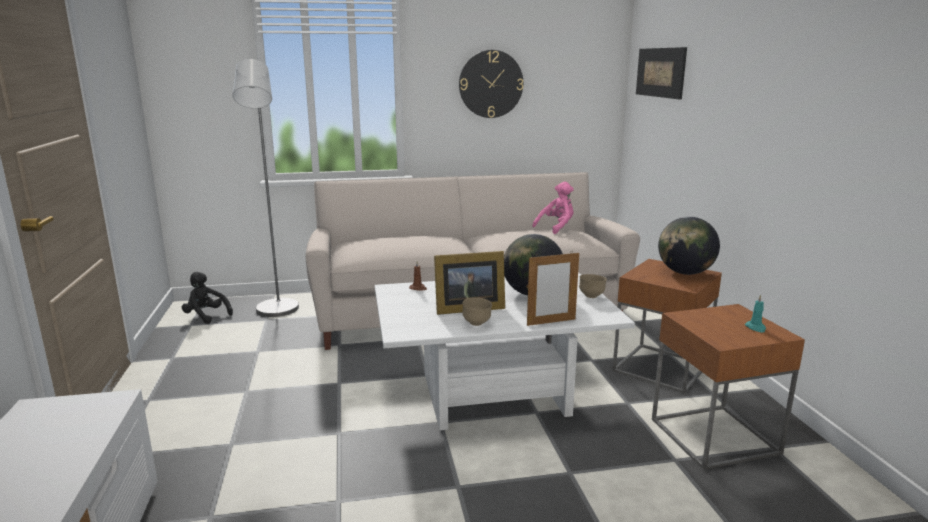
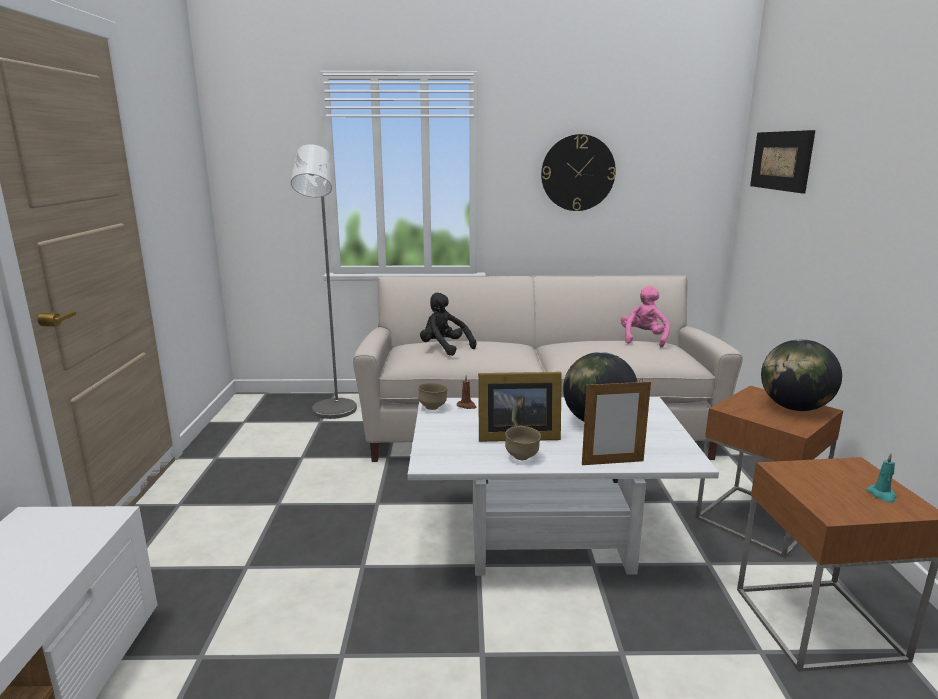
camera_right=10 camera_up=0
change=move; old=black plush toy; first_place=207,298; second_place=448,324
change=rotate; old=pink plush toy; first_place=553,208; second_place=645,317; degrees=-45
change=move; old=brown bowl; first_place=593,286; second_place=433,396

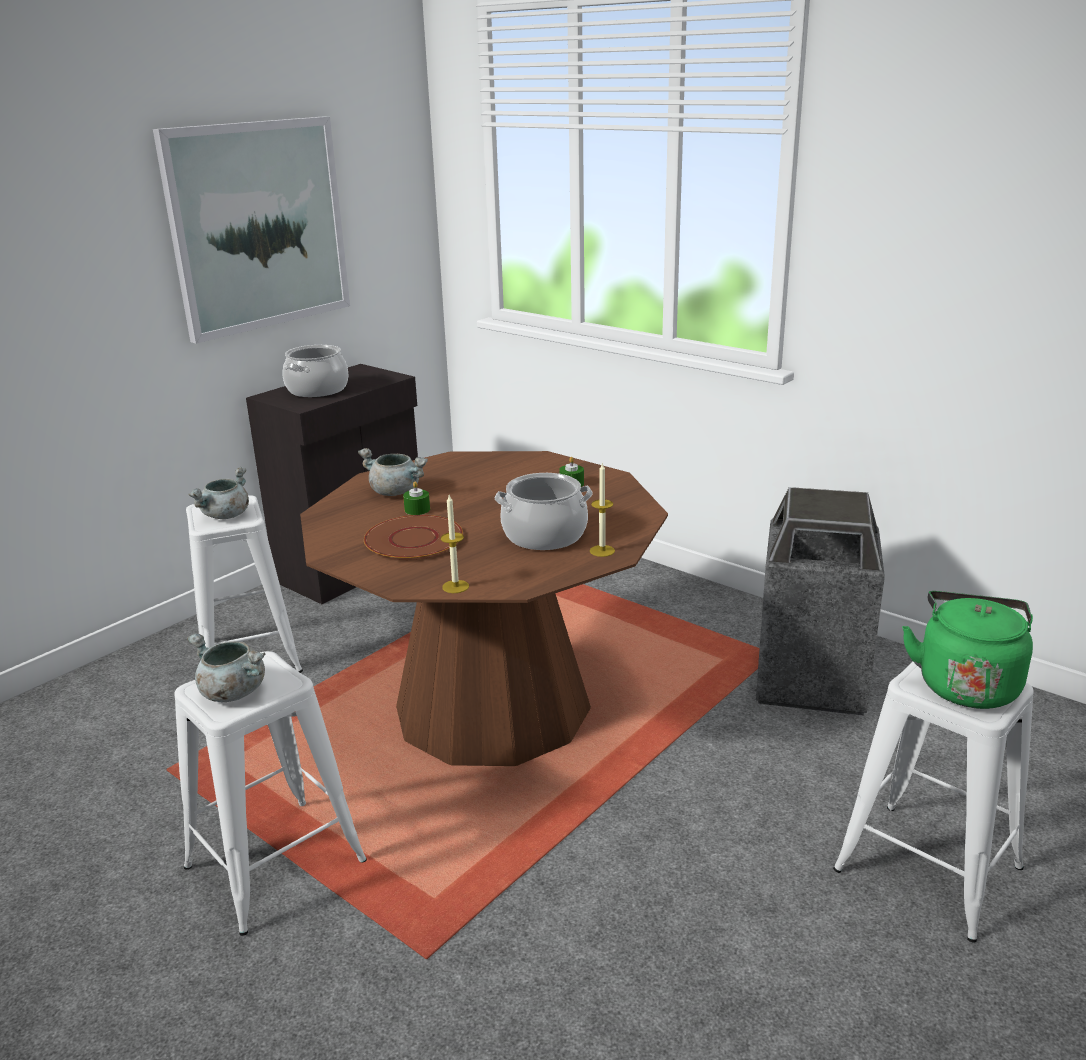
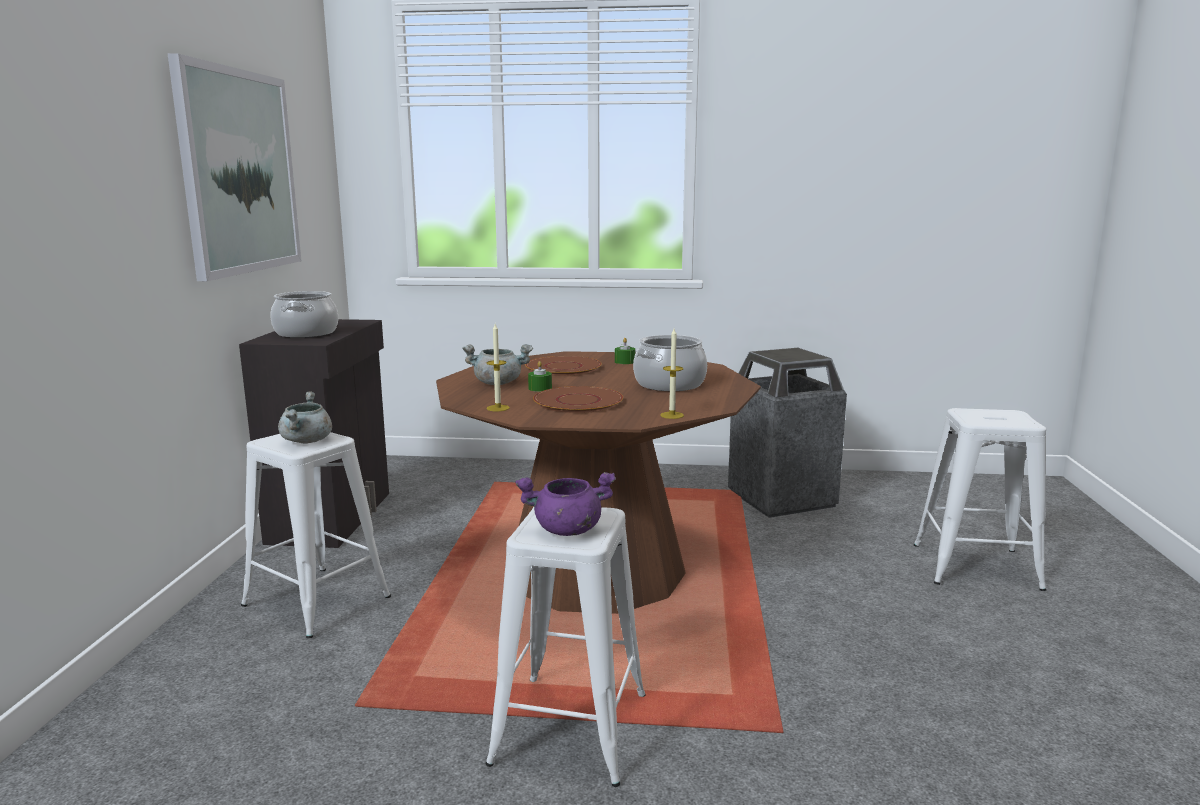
camera_right=-35 camera_up=-10
change=recolor; old=grey cooking pot; new=purple cooking pot; first_place=226,667; second_place=565,504
change=move; old=candle; first_place=602,510; second_place=498,367
change=delete; old=green kettle; first_place=967,650
change=insert; new=brown plate; second_place=563,366

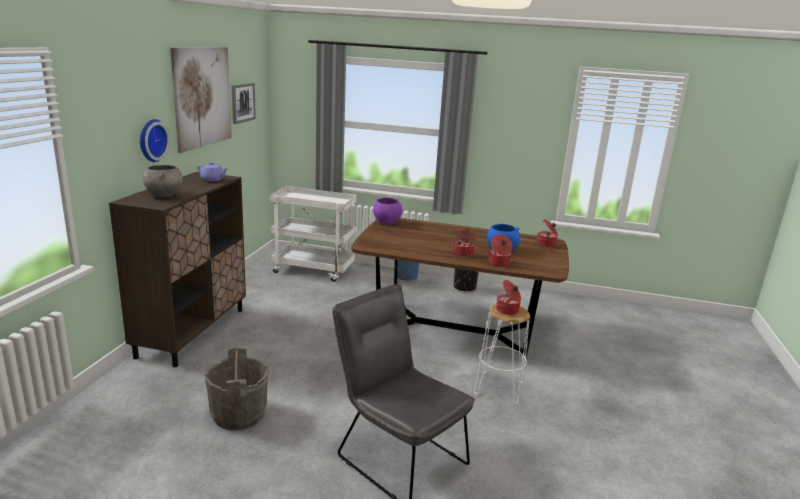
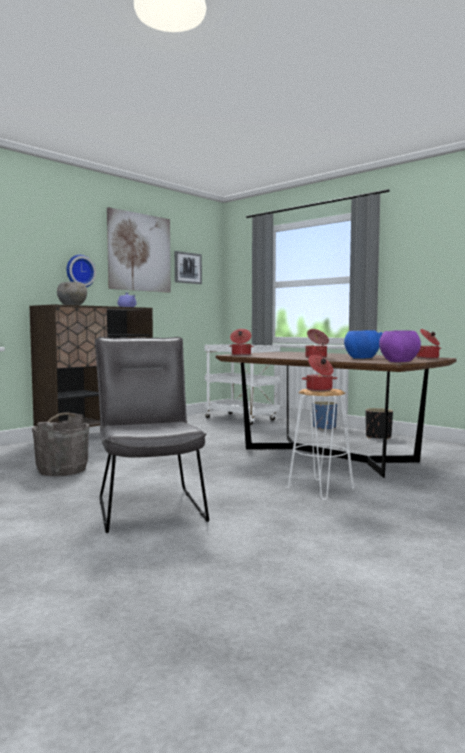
camera_right=30 camera_up=-15
change=move; old=purple bowl; first_place=388,211; second_place=400,346
change=move; old=cooking pot; first_place=500,251; second_place=242,342

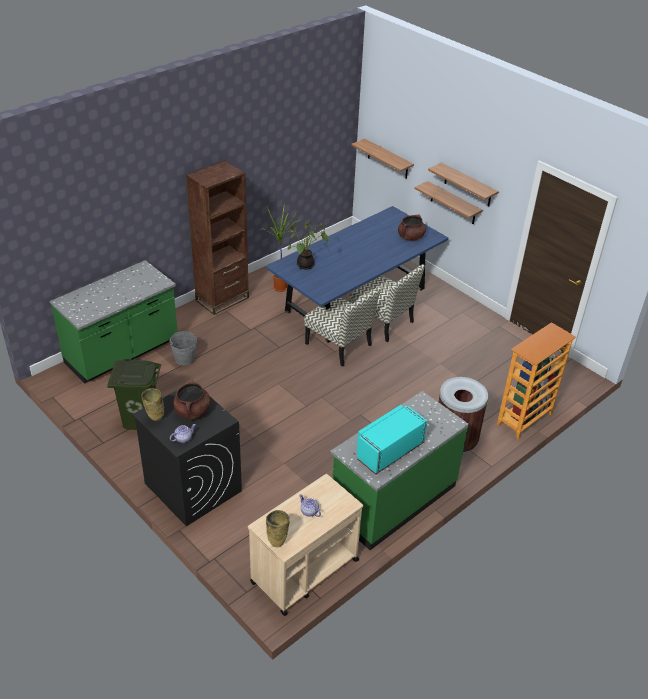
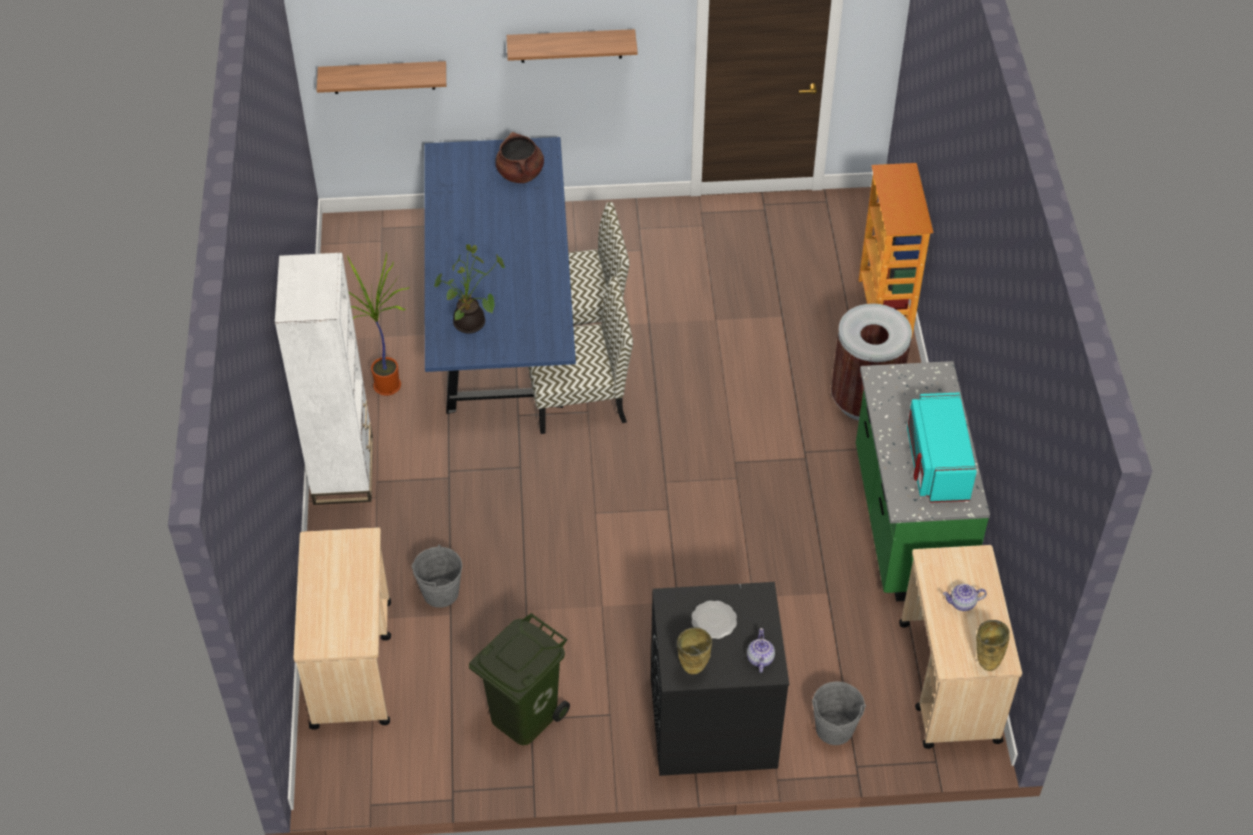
camera_right=-50 camera_up=10
change=replace; old=green counter; new=beige cart; first_place=114,321; second_place=342,628
change=replace; old=brown cooking pot; new=plate; first_place=191,399; second_place=714,620
change=recolor; old=brown bookcase; new=white bookcase; first_place=217,237; second_place=324,379
change=delete; old=shelf; first_place=448,202
change=insert; new=grey bucket; second_place=839,713

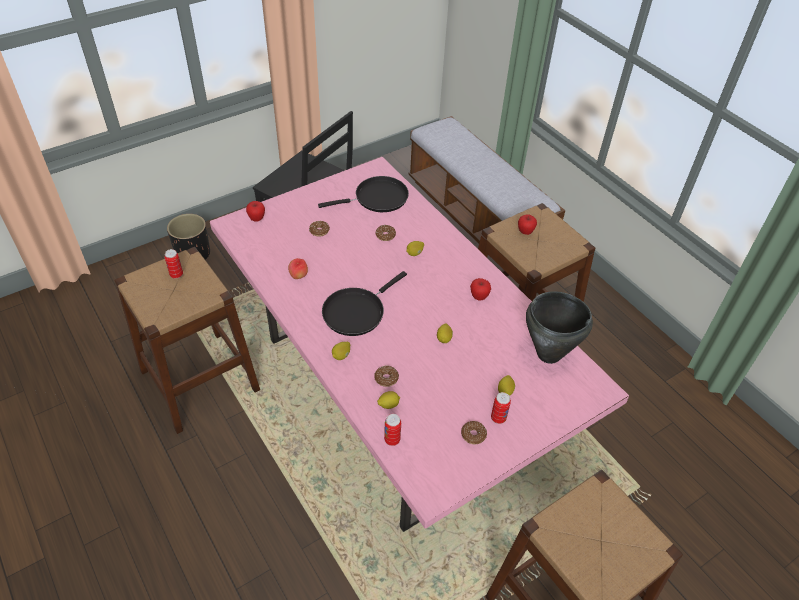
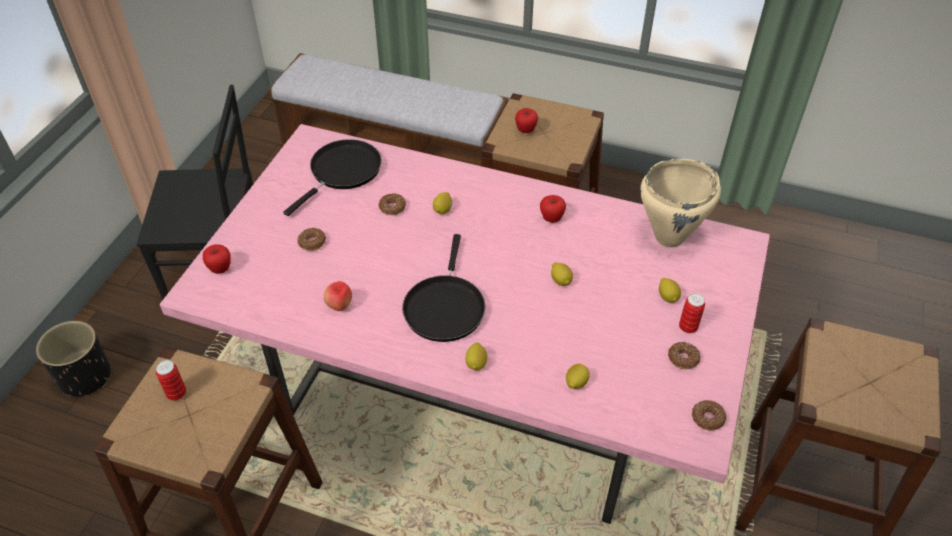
camera_right=-35 camera_up=0
change=move; old=donut; first_place=386,376; second_place=709,415
change=delete; old=can; first_place=392,430
change=recolor; old=black cooking pot; new=beige cooking pot; first_place=559,327; second_place=680,203

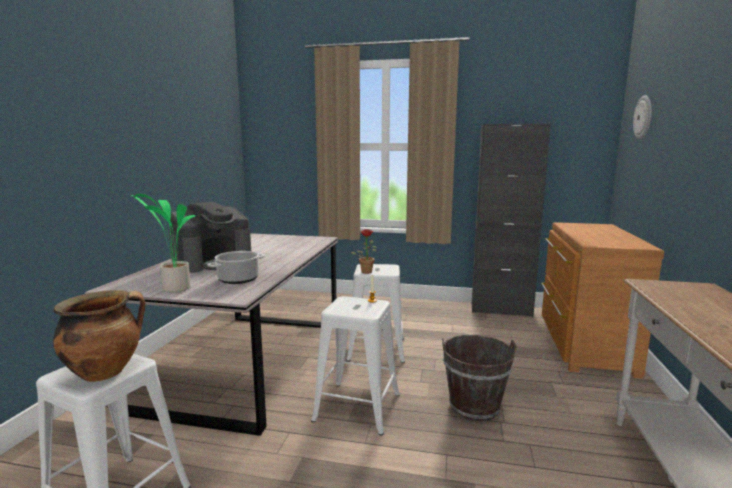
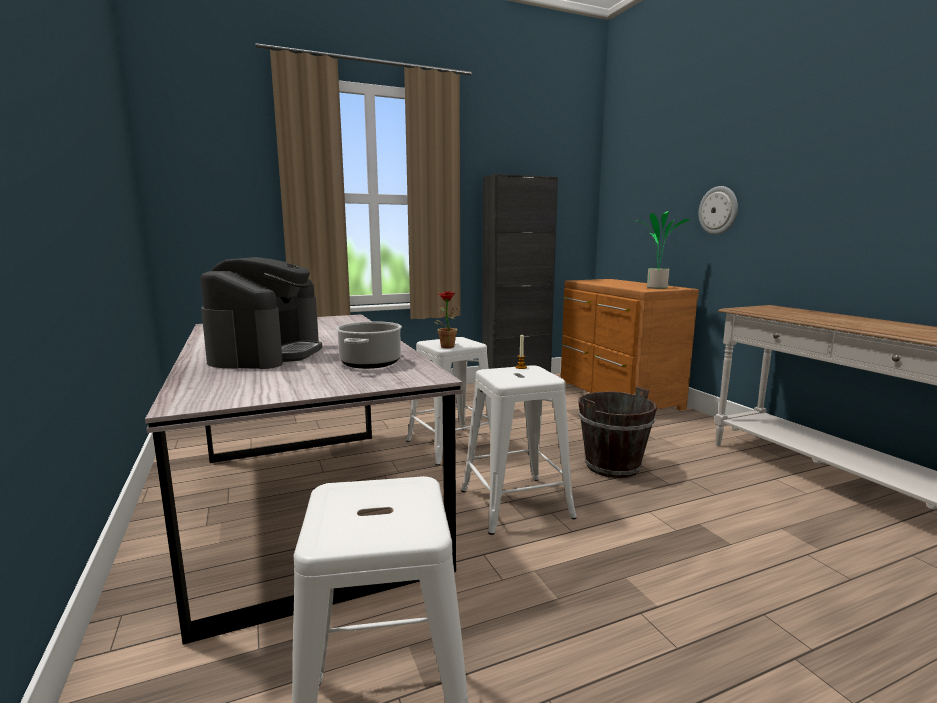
camera_right=-35 camera_up=0
change=delete; old=cooking pot; first_place=99,336
change=move; old=potted plant; first_place=164,243; second_place=662,250
change=move; old=wall clock; first_place=642,117; second_place=718,210

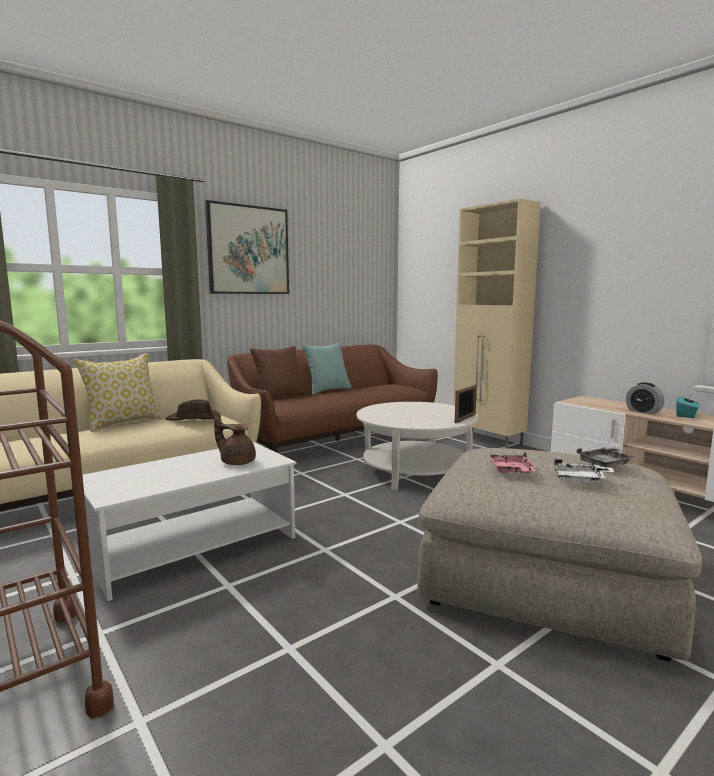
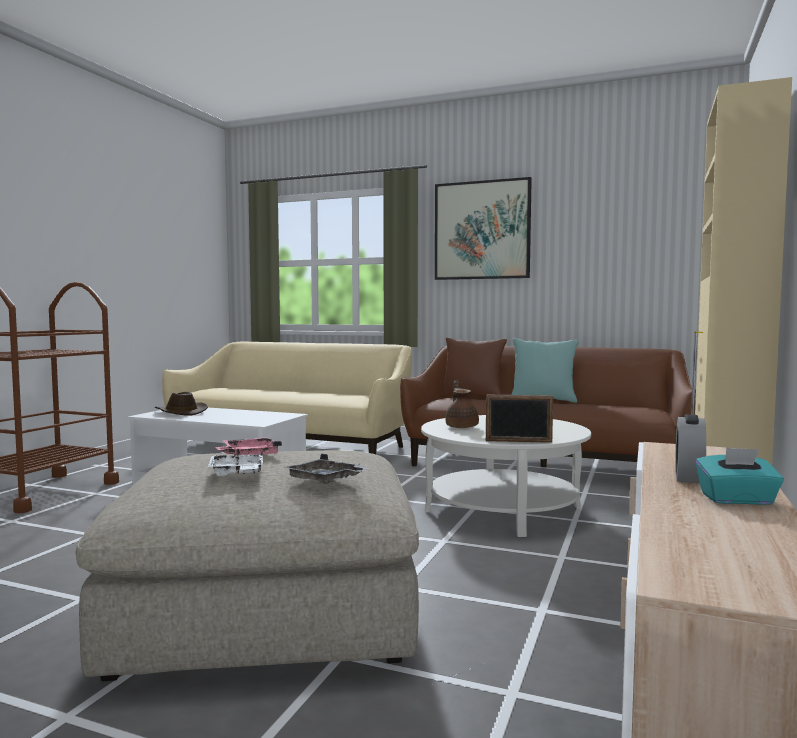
camera_right=60 camera_up=-5
change=delete; old=pillow; first_place=118,392
change=move; old=brown hat; first_place=193,410; second_place=181,404
change=move; old=brown teapot; first_place=235,440; second_place=462,404

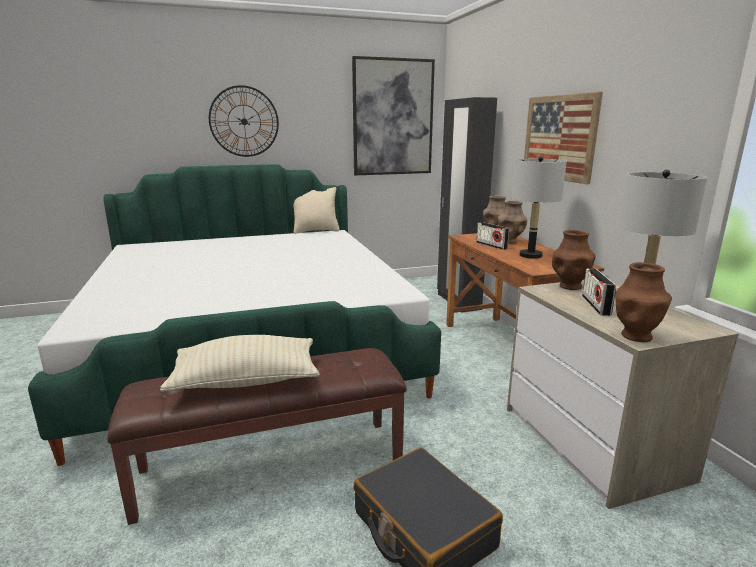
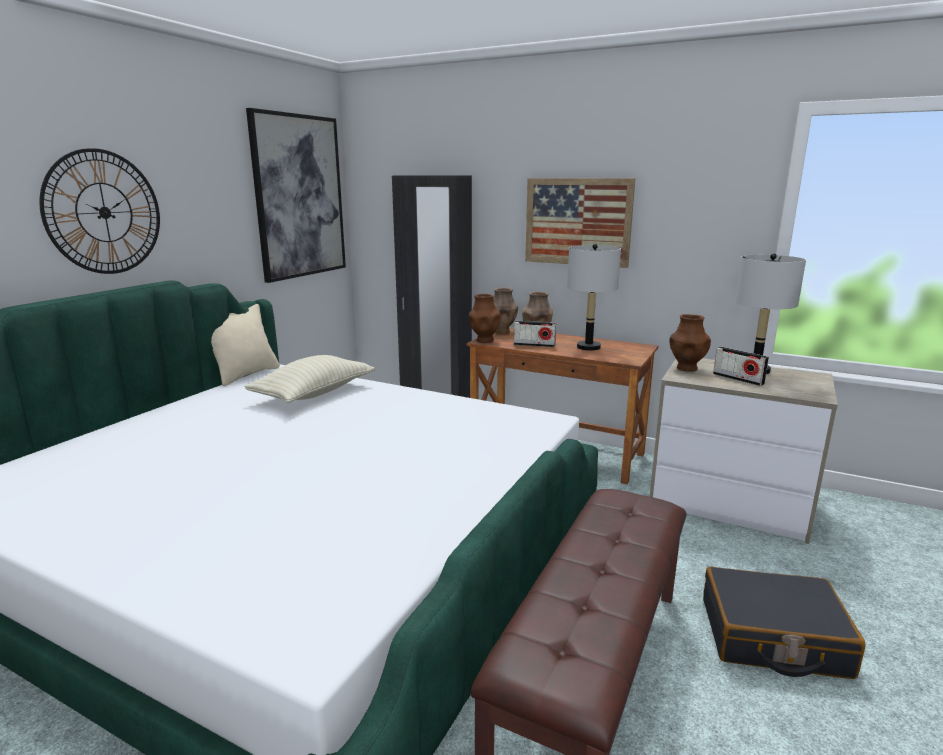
camera_right=-45 camera_up=0
change=move; old=beige pillow; first_place=240,363; second_place=310,379
change=move; old=brown vase; first_place=643,302; second_place=485,318

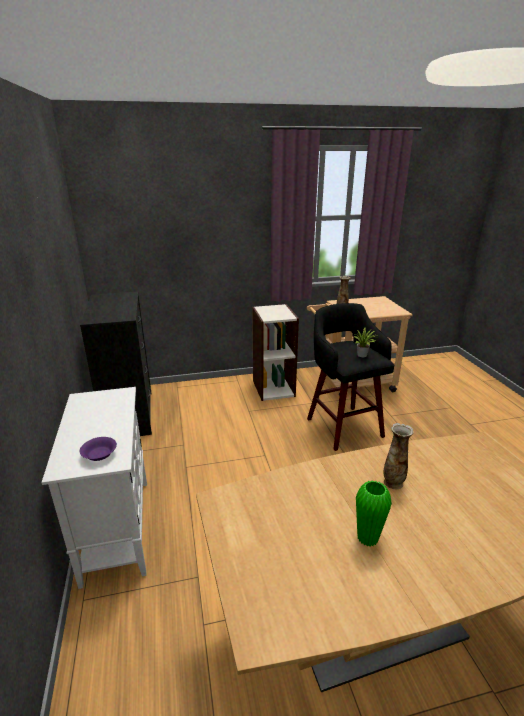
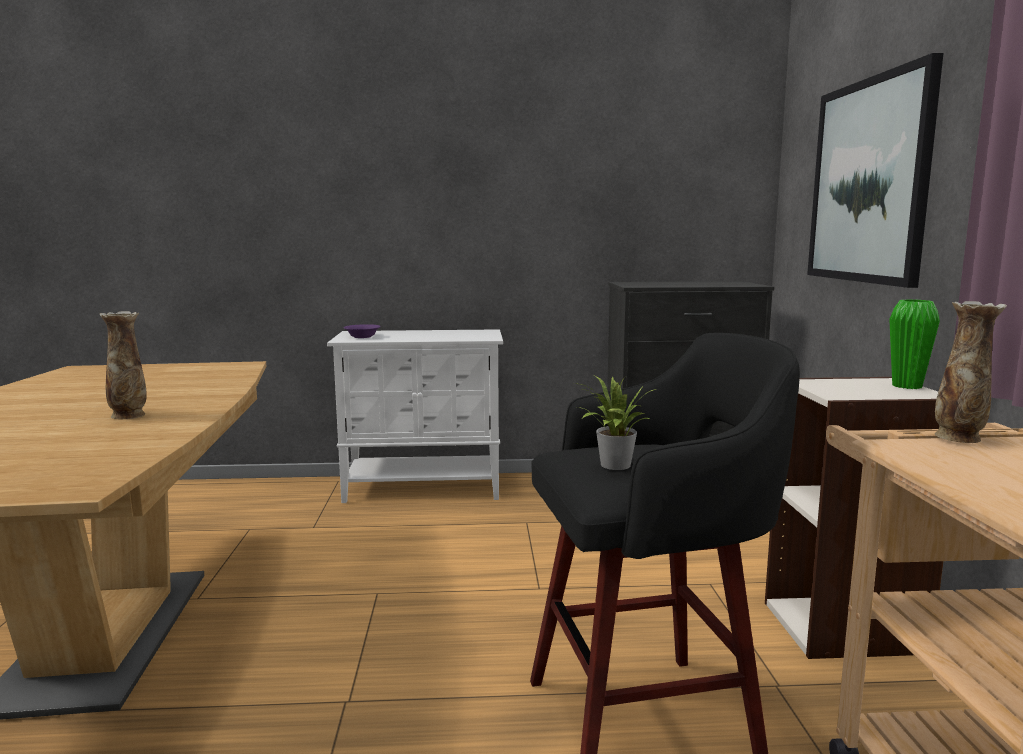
camera_right=100 camera_up=-15
change=move; old=green vase; first_place=374,513; second_place=914,344
change=insert; new=picture; second_place=875,170

